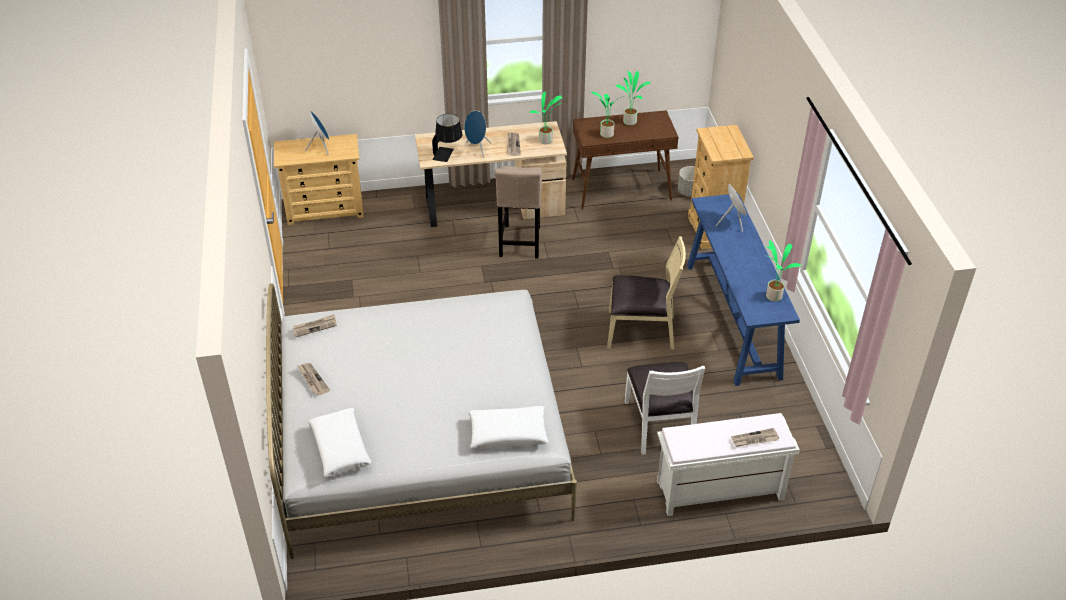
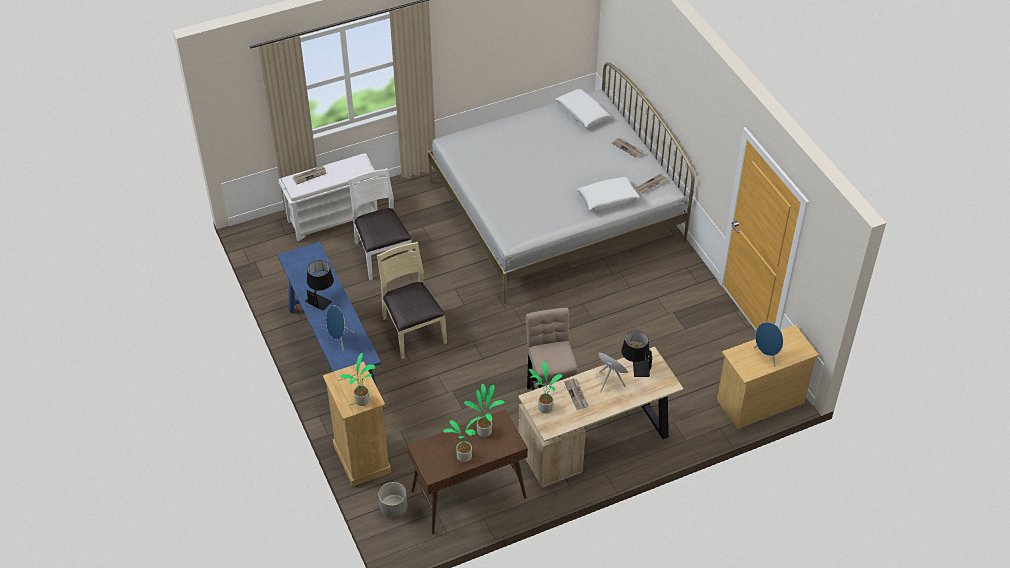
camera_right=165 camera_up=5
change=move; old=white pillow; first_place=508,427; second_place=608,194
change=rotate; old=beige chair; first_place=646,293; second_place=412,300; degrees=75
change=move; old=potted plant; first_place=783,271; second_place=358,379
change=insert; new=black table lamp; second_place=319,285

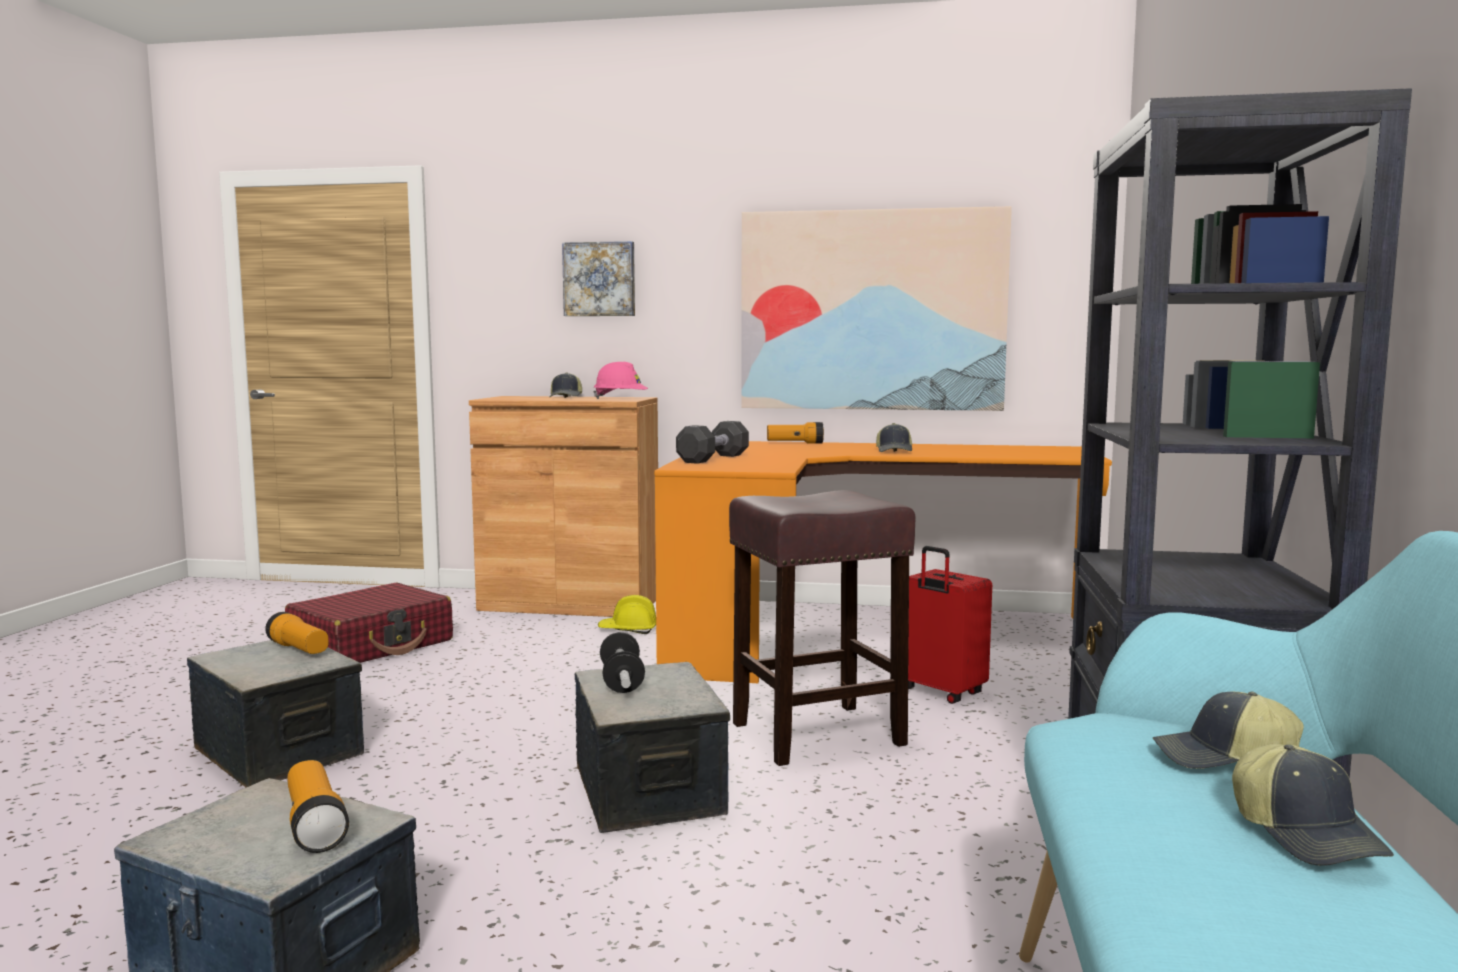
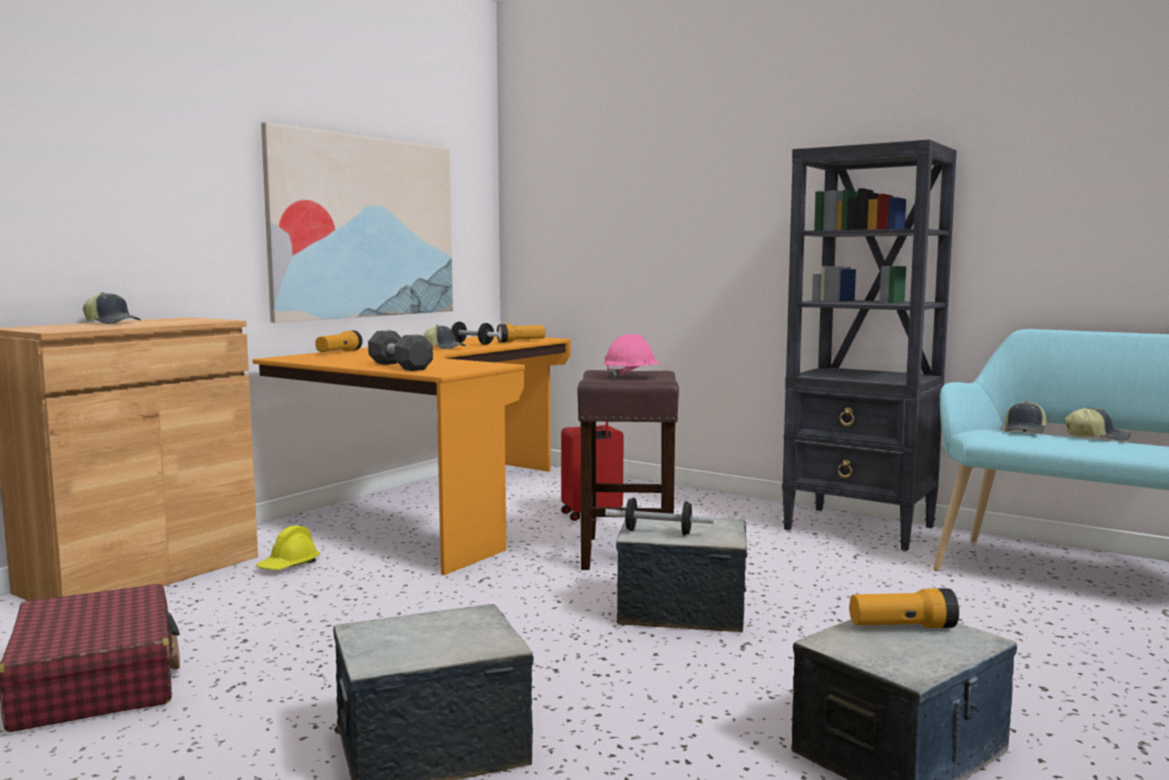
camera_right=-65 camera_up=0
change=move; old=flashlight; first_place=297,633; second_place=521,333
change=delete; old=picture; first_place=598,278
change=move; old=pink hard hat; first_place=620,380; second_place=632,356
change=insert; new=dumbbell; second_place=476,333

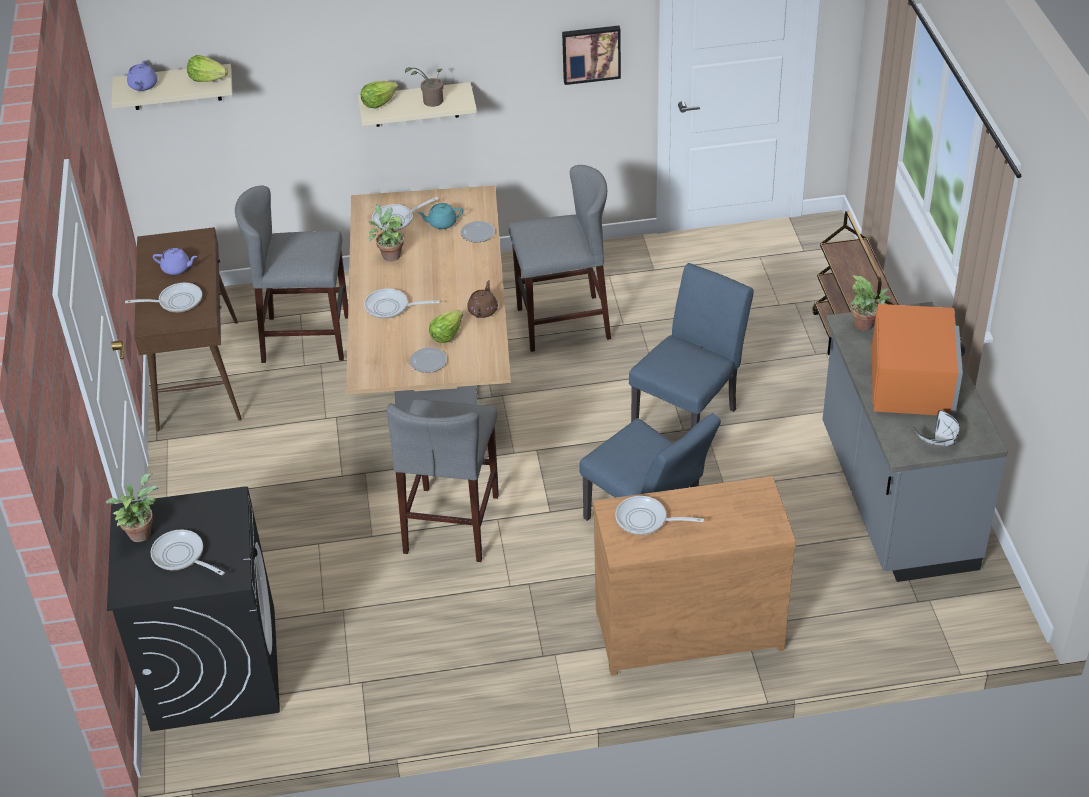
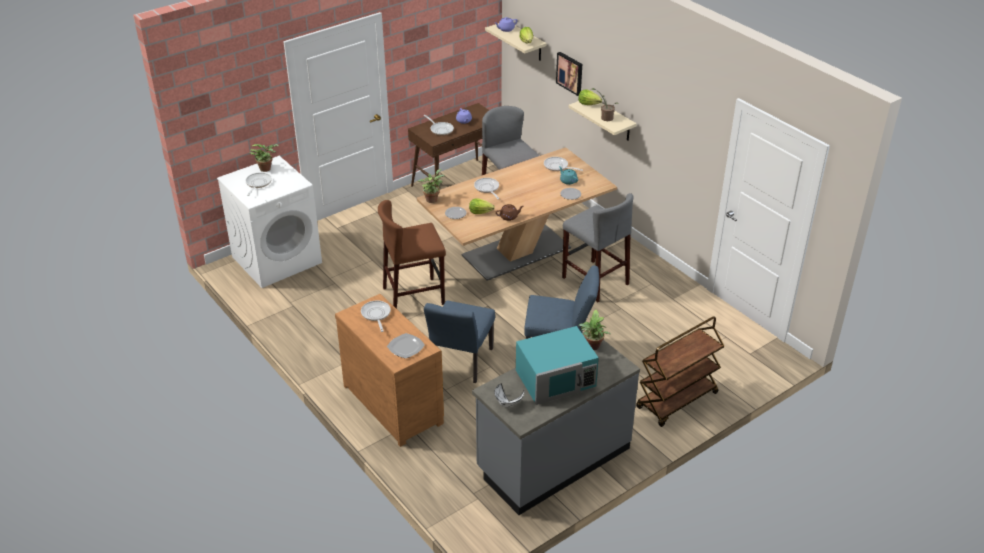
camera_right=60 camera_up=-5
change=recolor; old=black washing machine; new=white washing machine; first_place=193,608; second_place=269,222
change=move; old=potted plant; first_place=387,232; second_place=431,186
change=recolor; old=grey stool; new=brown stool; first_place=443,480; second_place=412,254
change=move; old=picture; first_place=591,55; second_place=569,74
change=recolor; old=orange microwave; new=turquoise microwave; first_place=918,360; second_place=557,365
change=insert; new=plate; second_place=406,346

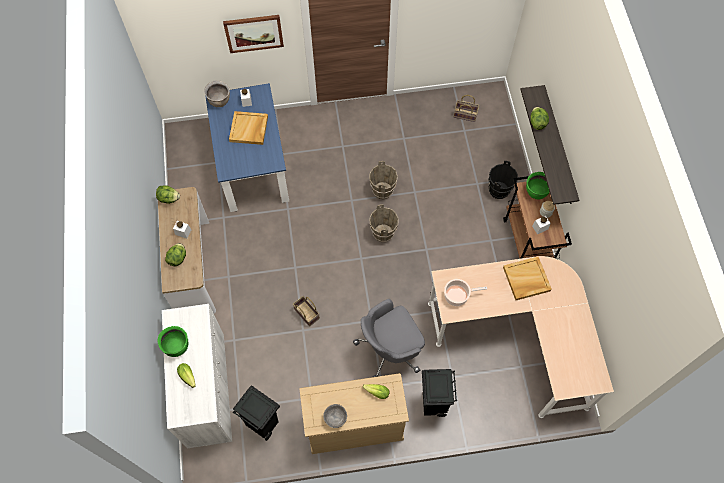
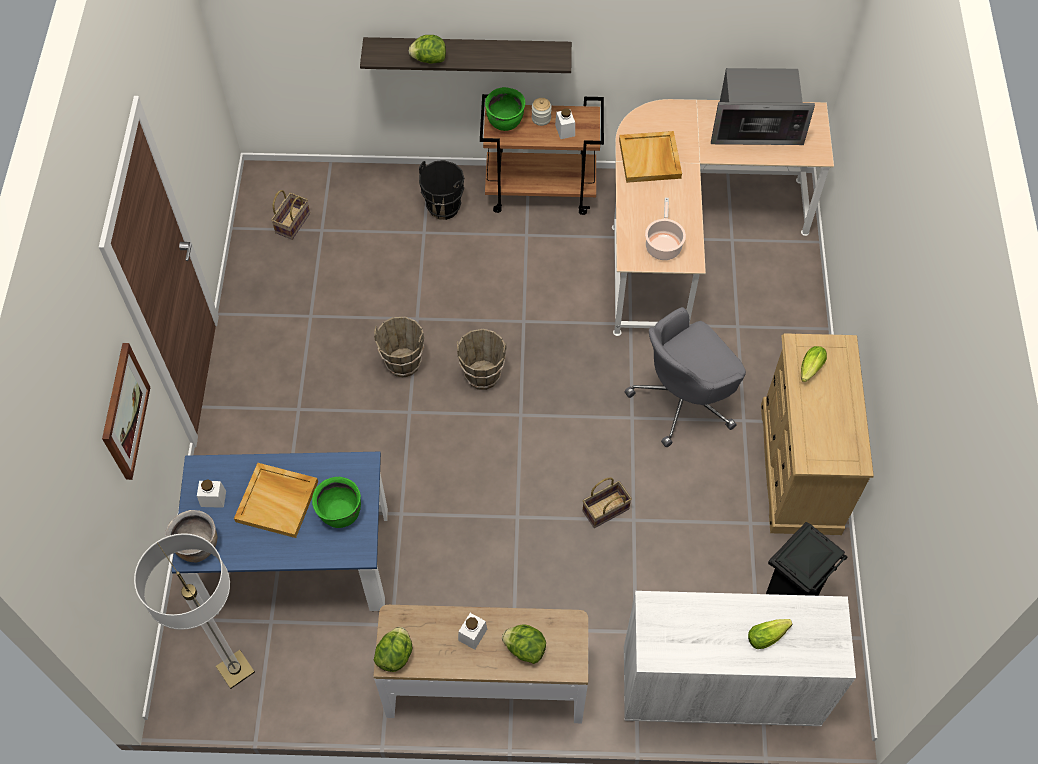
camera_right=-80 camera_up=-5
change=move; old=green cooking pot; first_place=172,341; second_place=336,502
change=delete; old=grey bowl; first_place=335,416
change=rotate; old=grey office chair; first_place=389,338; second_place=685,377; degrees=75
change=delete; old=black trash can; first_place=439,393
change=insert; new=floor lamp; second_place=194,611
change=insert; new=microwave; second_place=763,106

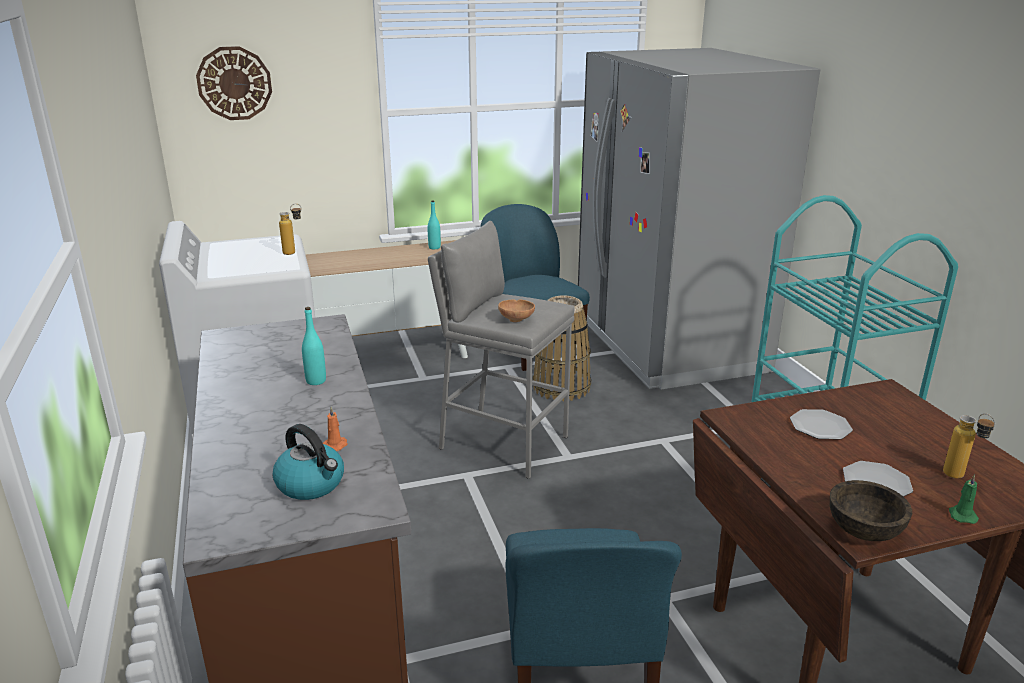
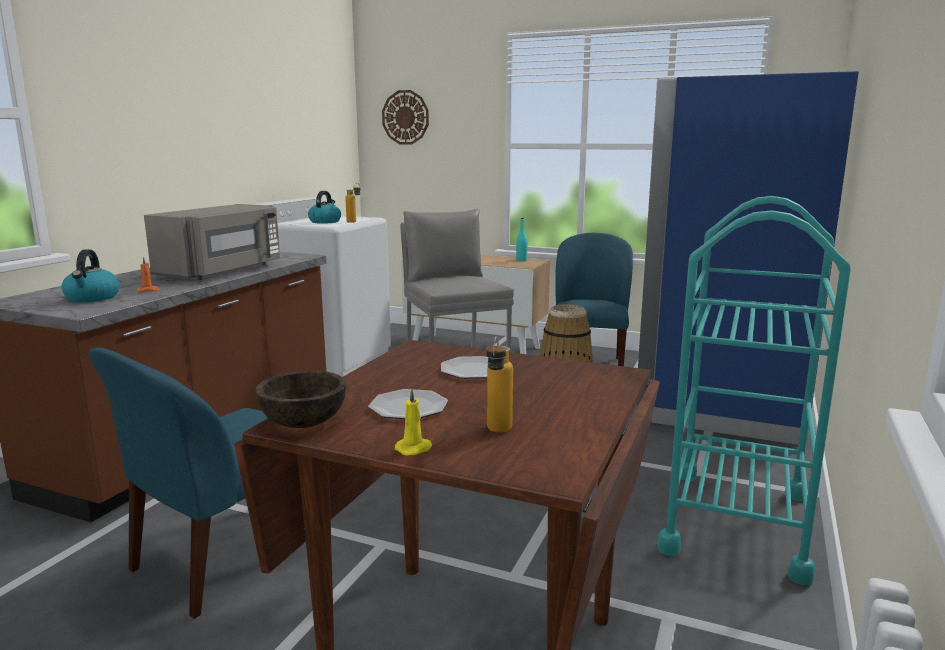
camera_right=40 camera_up=-10
change=replace; old=turquoise bottle; new=grey microwave; first_place=314,346; second_place=212,242
change=delete; old=brown bowl; first_place=516,310
change=recolor; old=grey fridge; new=blue fridge; first_place=699,218; second_place=748,258
change=recolor; old=green candle; new=yellow candle; first_place=964,499; second_place=414,422
change=insert; new=kettle; second_place=324,207

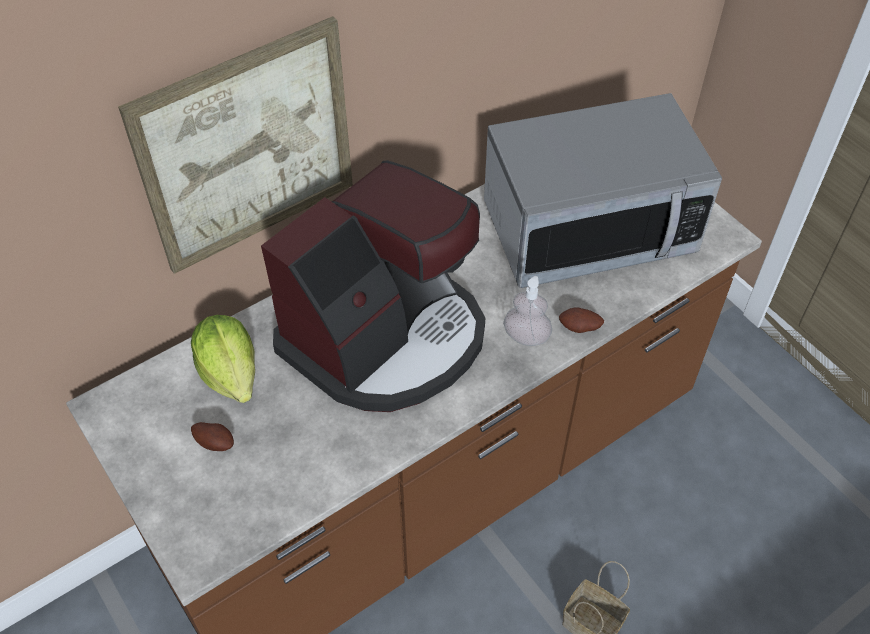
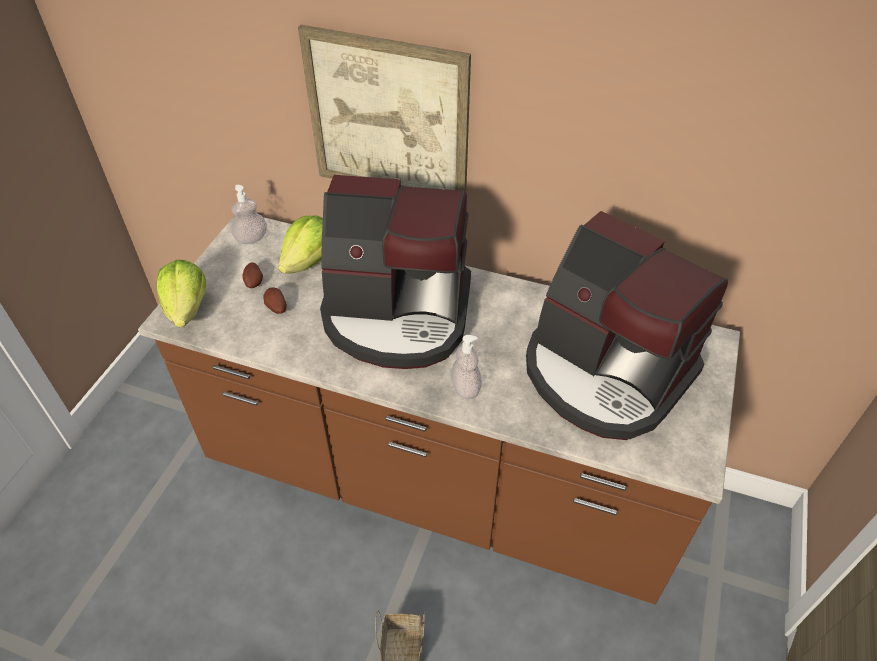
camera_right=55 camera_up=-5
change=replace; old=microwave; new=coffee machine; first_place=603,190; second_place=627,325
change=move; old=potato; first_place=581,320; second_place=275,300
change=insert; new=lettuce; second_place=181,293
change=insert; new=soap dispenser; second_place=249,214

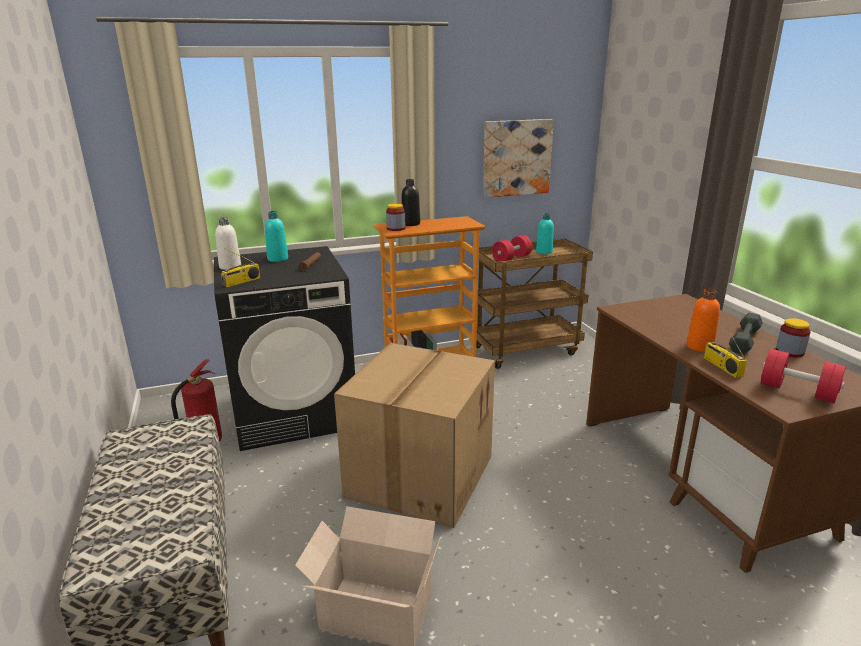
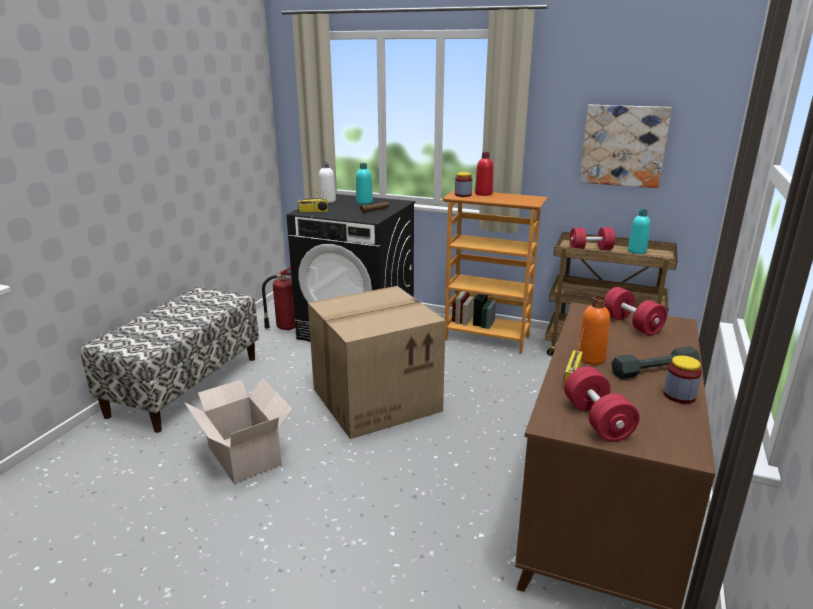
camera_right=40 camera_up=0
change=recolor; old=black bottle; new=red bottle; first_place=411,202; second_place=484,174
change=insert; new=red dumbbell; second_place=636,311

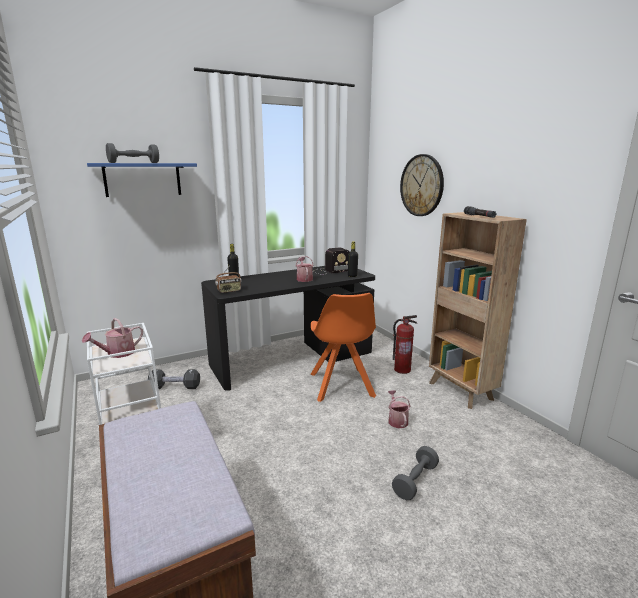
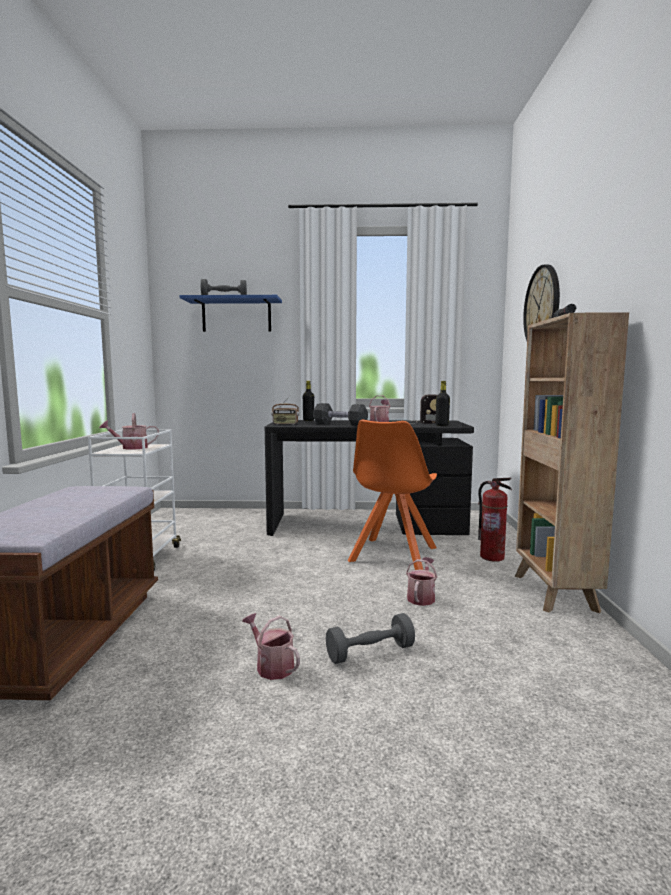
camera_right=30 camera_up=-10
change=move; old=black dumbbell; first_place=174,379; second_place=340,414
change=insert; new=watering can; second_place=271,646

